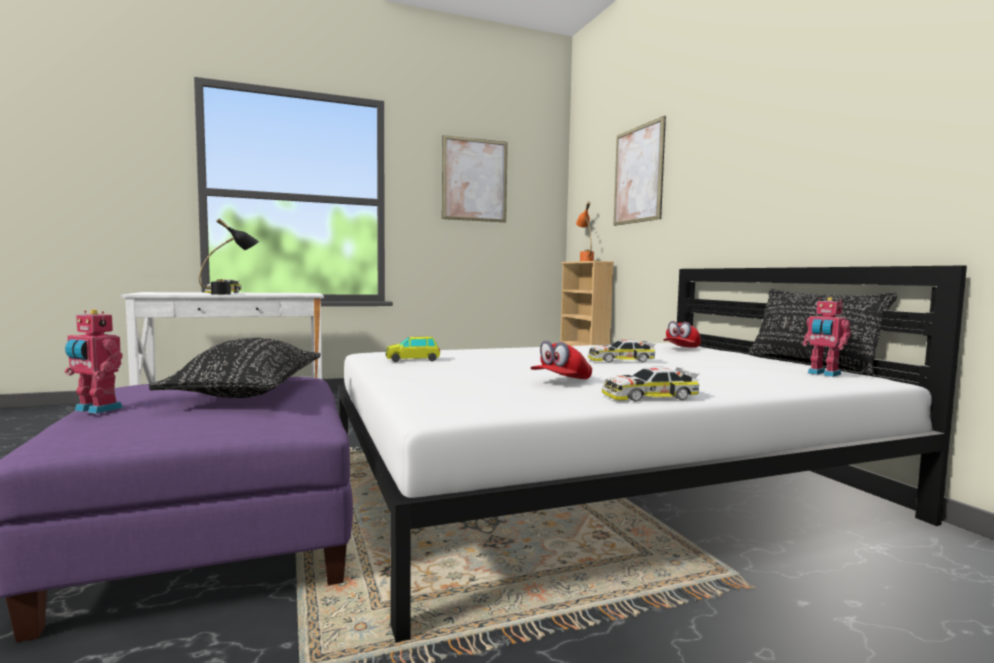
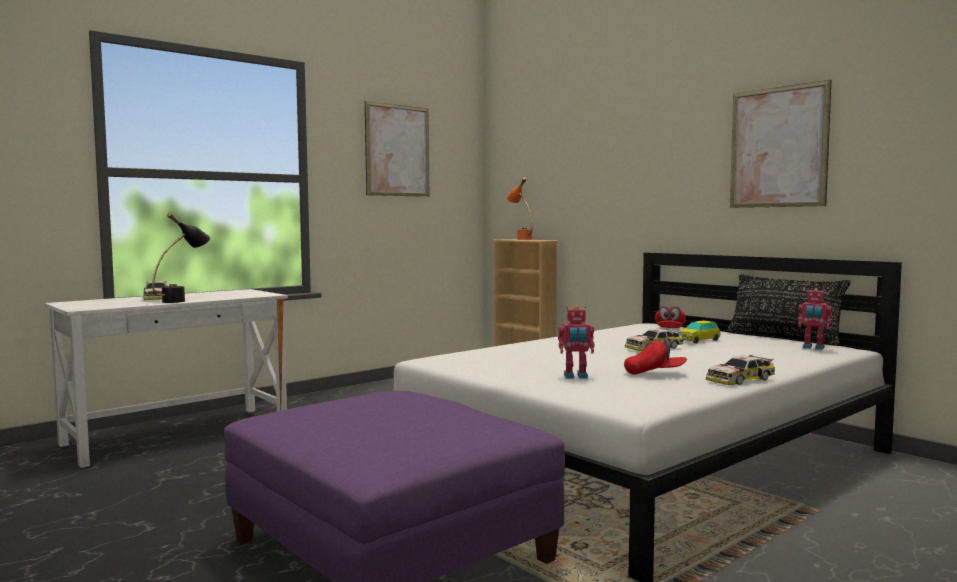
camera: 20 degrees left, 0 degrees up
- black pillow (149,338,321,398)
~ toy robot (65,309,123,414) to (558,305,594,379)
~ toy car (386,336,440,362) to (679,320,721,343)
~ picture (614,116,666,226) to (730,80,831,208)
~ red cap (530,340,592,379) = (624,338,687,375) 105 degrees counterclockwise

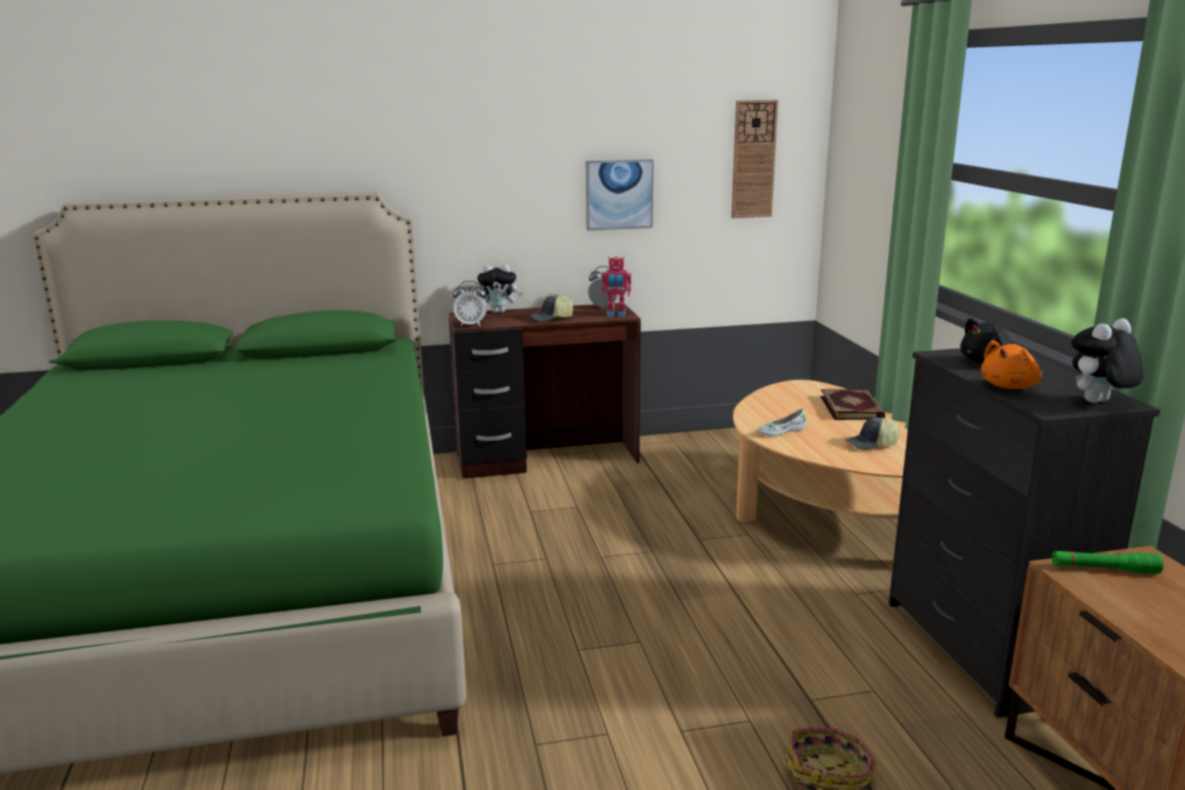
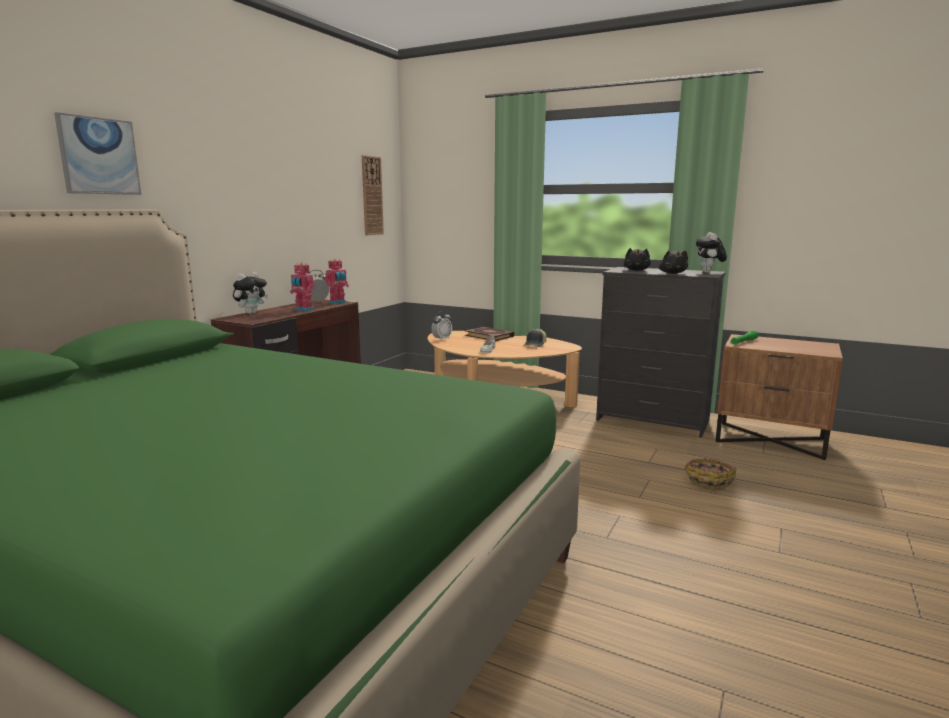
camera: 50 degrees left, 5 degrees down
~ alarm clock (453,281,487,326) to (431,311,452,341)
~ picture (586,159,654,231) to (54,112,141,195)
~ cap (529,294,574,322) to toy robot (290,262,315,311)
~ orange plush toy (981,340,1042,389) to black plush toy (659,250,688,274)

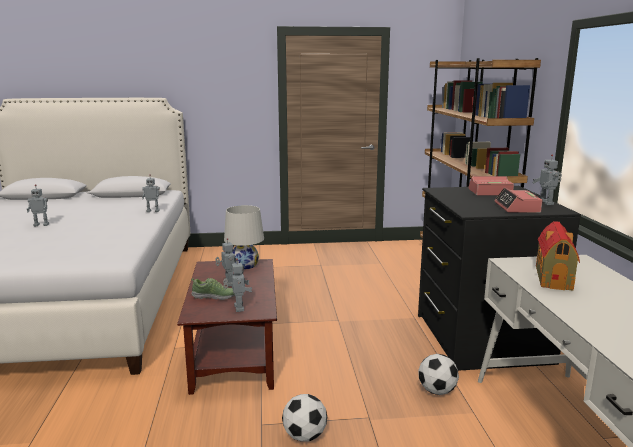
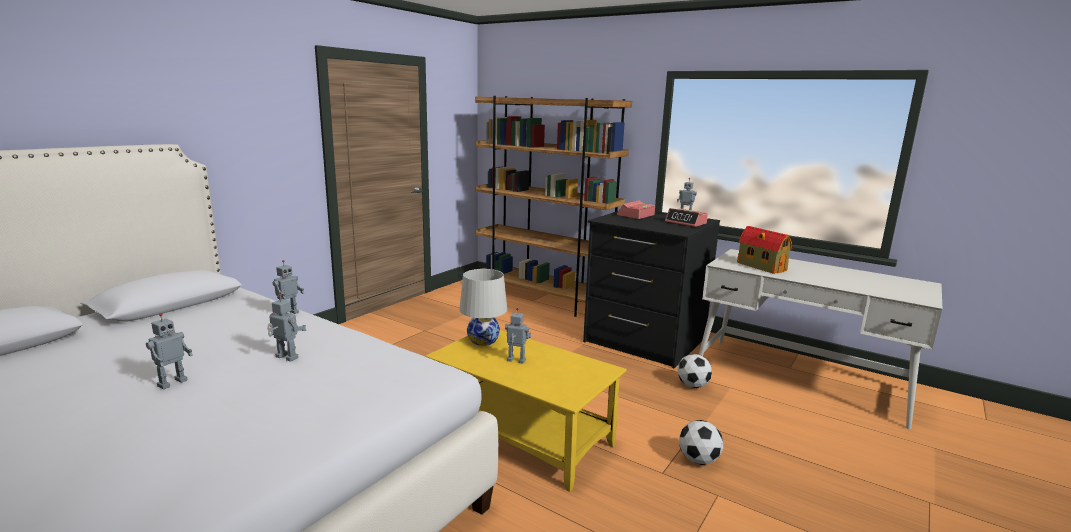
camera: 50 degrees left, 0 degrees up
- shoe (191,278,235,300)
~ toy robot (223,258,252,312) to (267,294,306,362)
~ brown coffee table (177,259,277,395) to yellow coffee table (425,330,627,492)

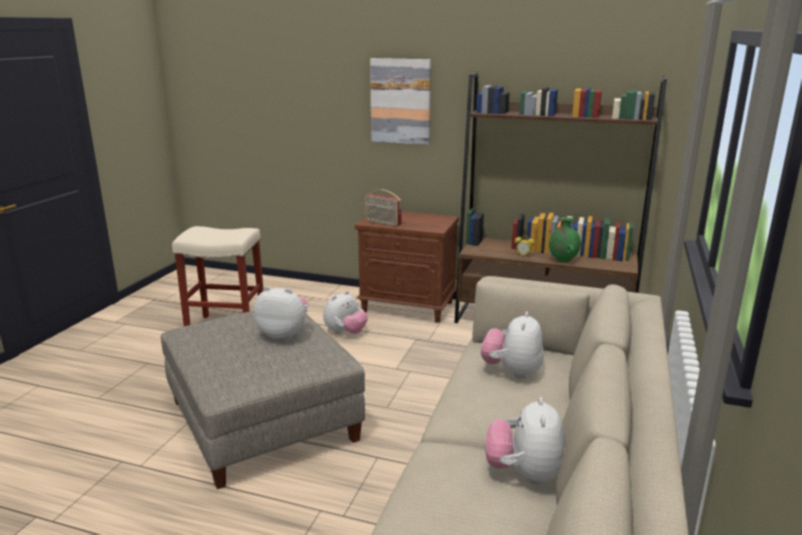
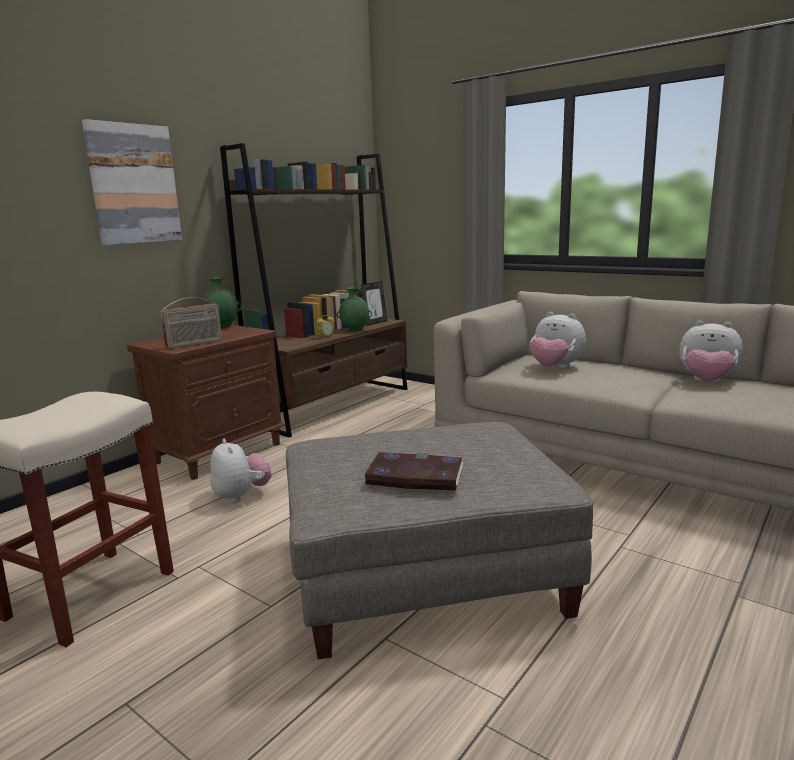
camera: 70 degrees left, 5 degrees down
- plush toy (254,286,308,341)
+ green vase (202,277,242,328)
+ picture frame (361,281,387,326)
+ book (363,452,464,490)

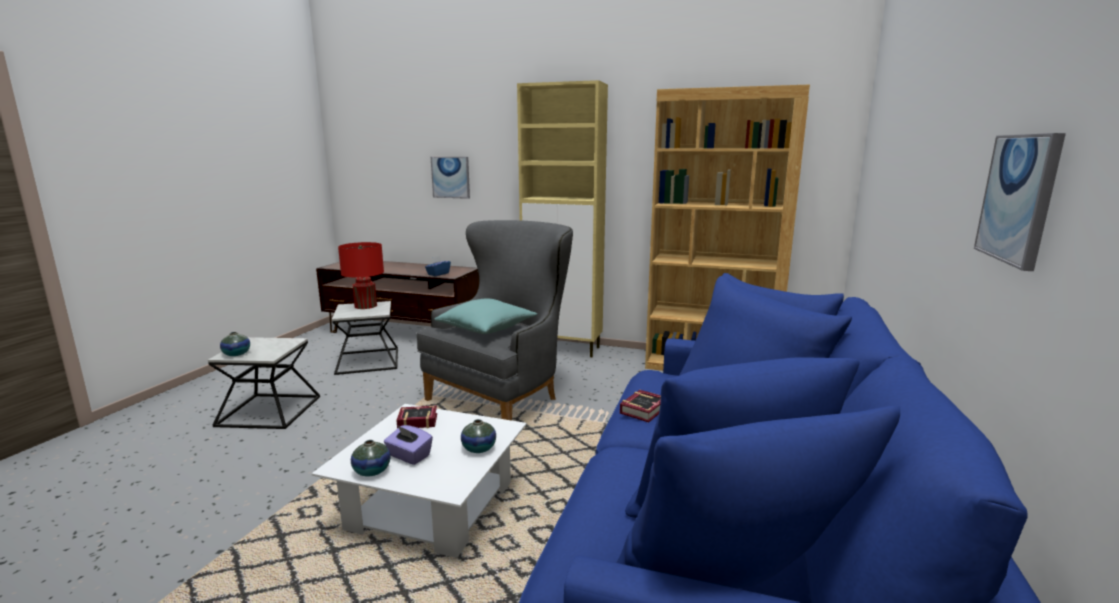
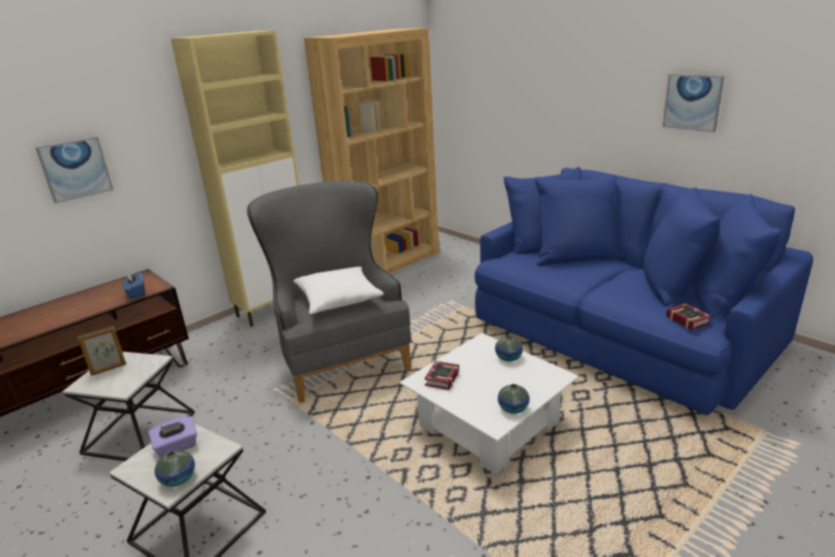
camera: 60 degrees left, 10 degrees up
~ purple tissue box (384,425,433,465) to (148,416,197,457)
~ book (620,390,661,422) to (666,303,712,330)
~ red table lamp (338,242,384,309) to picture frame (78,326,126,376)
~ turquoise pillow (434,298,537,334) to white pillow (293,267,384,314)

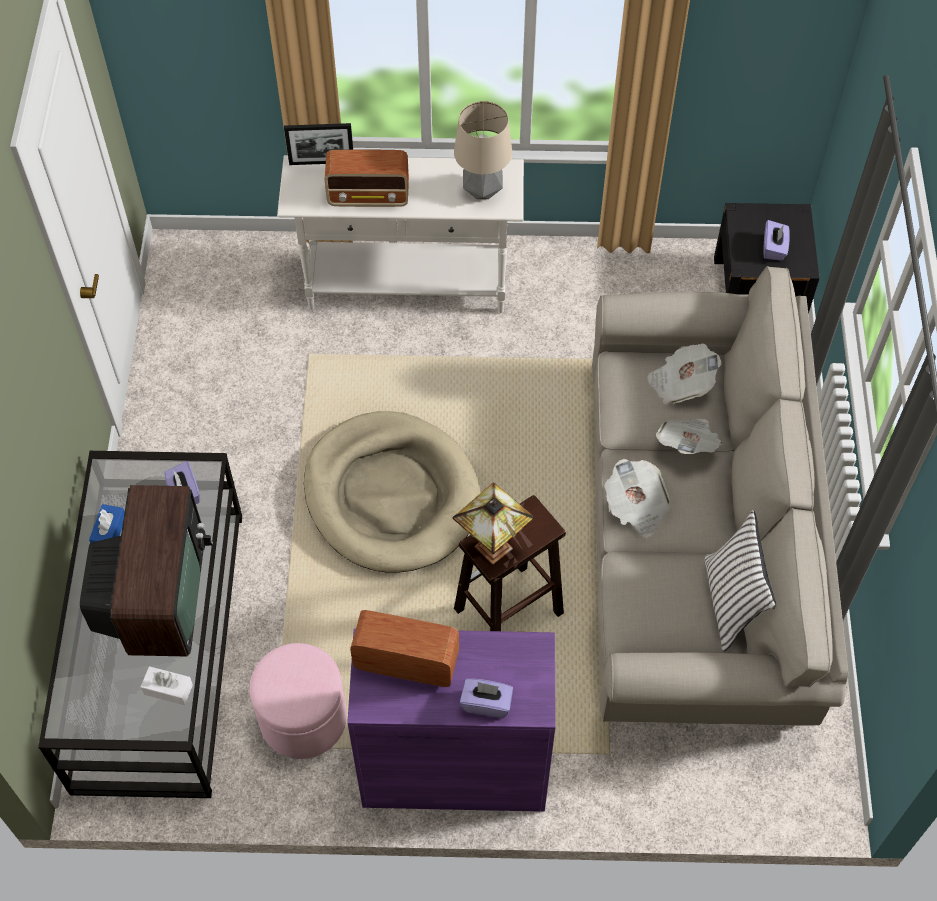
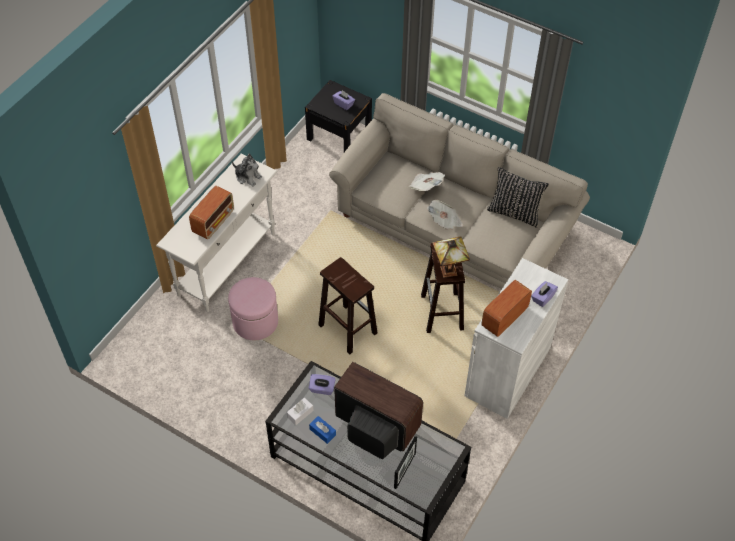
camera: 60 degrees left, 5 degrees down
- newspaper (647,344,722,404)
~ white tissue box (141,666,193,705) to (287,398,313,425)
~ pink ottoman (249,643,347,759) to (228,277,278,340)
~ picture frame (284,123,353,165) to (394,436,417,489)
~ beige dog bed (304,411,481,573) to brown stool (318,257,378,354)
~ table lamp (454,101,512,199) to plush toy (232,154,262,187)
~ purple cabinet (347,628,556,812) to white cabinet (465,258,568,419)
~ white pillow (704,510,776,652) to black pillow (487,167,549,228)

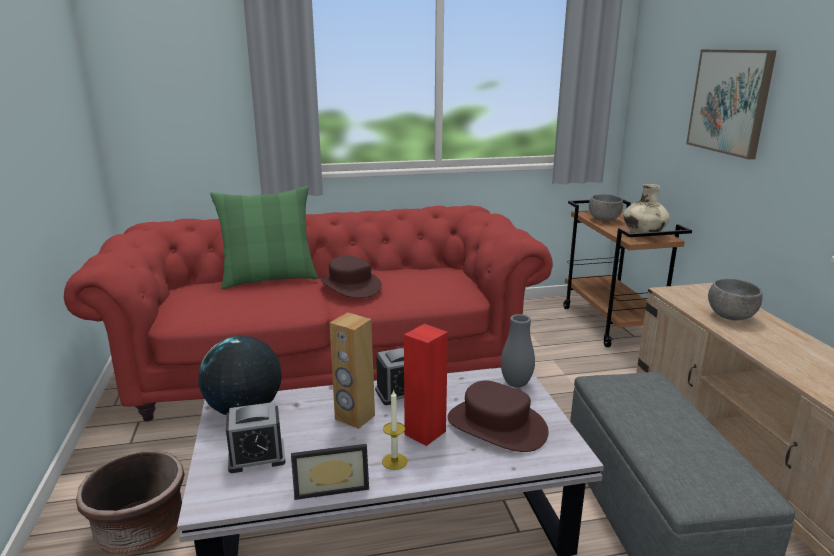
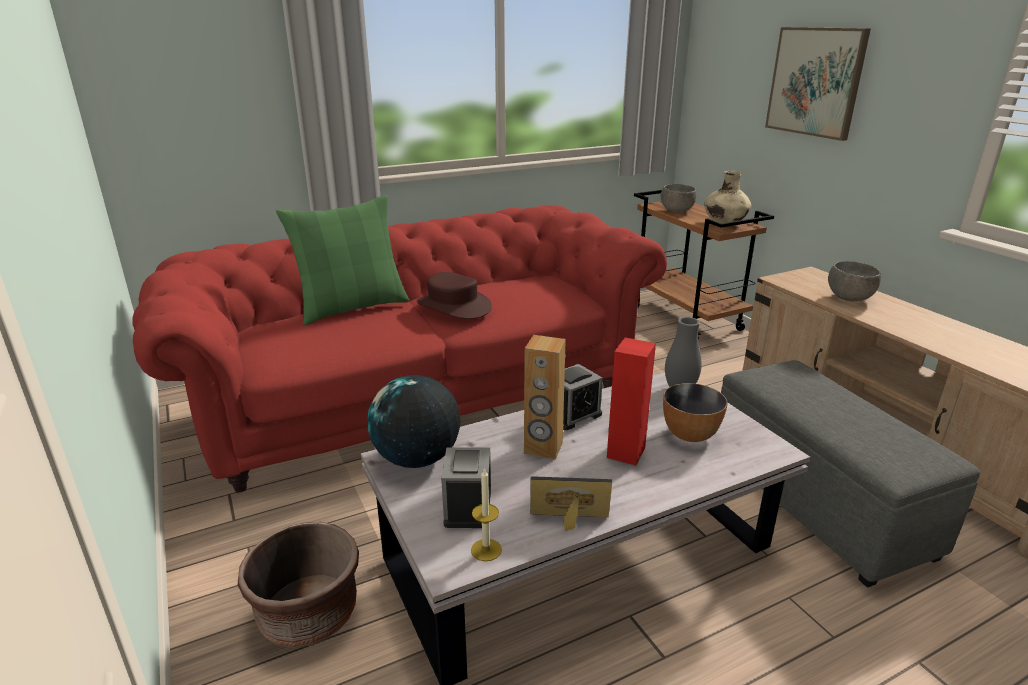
camera: 15 degrees left, 5 degrees up
~ candle (382,390,408,470) to (471,468,502,561)
~ brown hat (447,380,549,452) to bowl (663,383,727,442)
~ alarm clock (226,402,286,473) = (441,447,491,528) 120 degrees clockwise
~ picture frame (291,444,369,500) = (530,476,612,531) 150 degrees counterclockwise

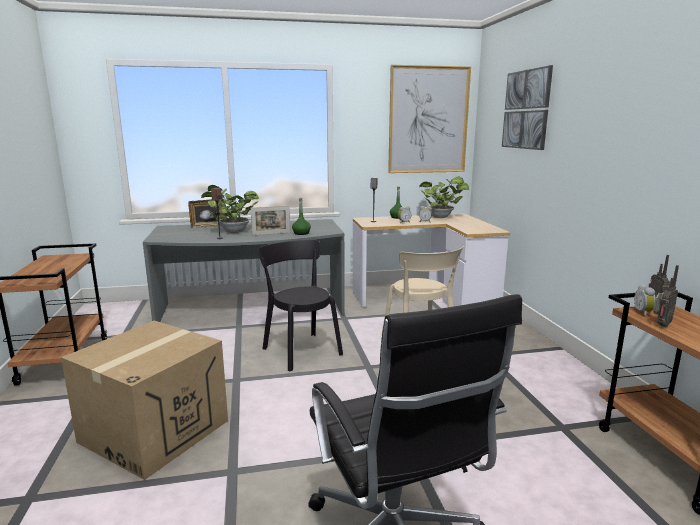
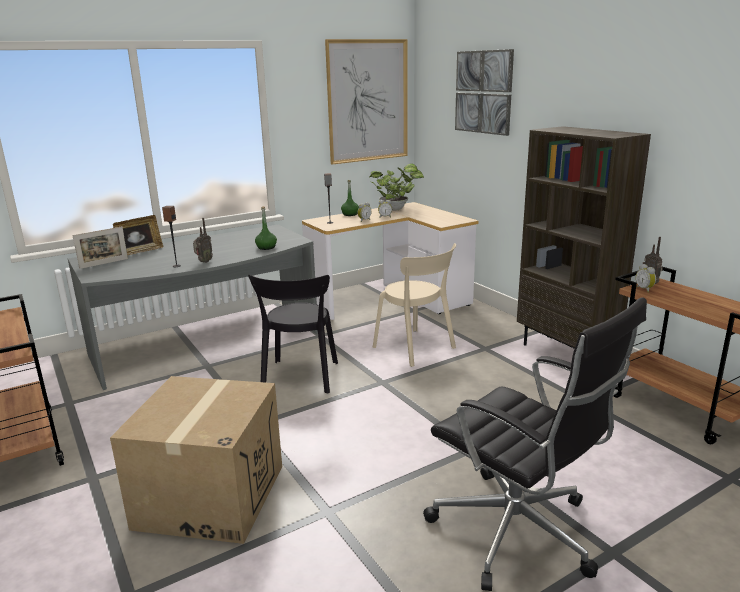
camera: 20 degrees left, 5 degrees up
- potted plant (201,185,259,233)
+ brown bookcase (517,126,651,349)
~ picture frame (251,206,290,235) to (72,227,128,269)
~ radio (653,265,679,327) to (193,218,213,263)
~ black chair (258,240,343,371) = (248,274,338,393) 120 degrees counterclockwise

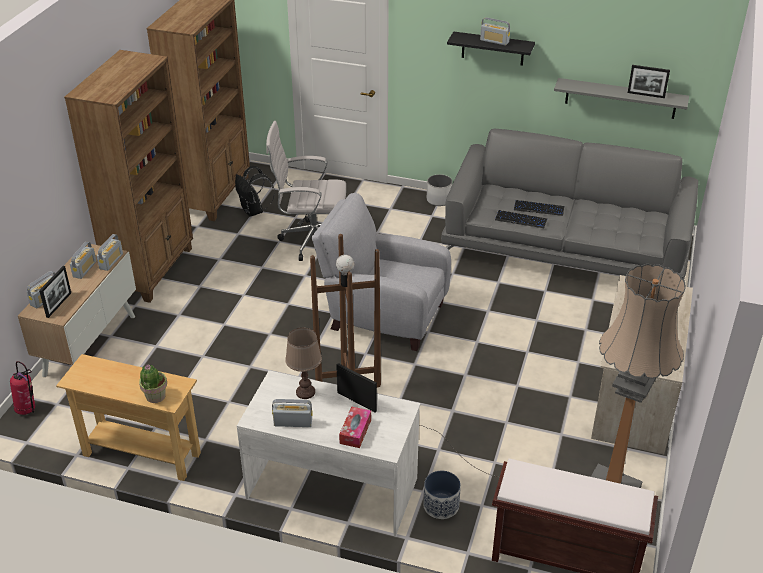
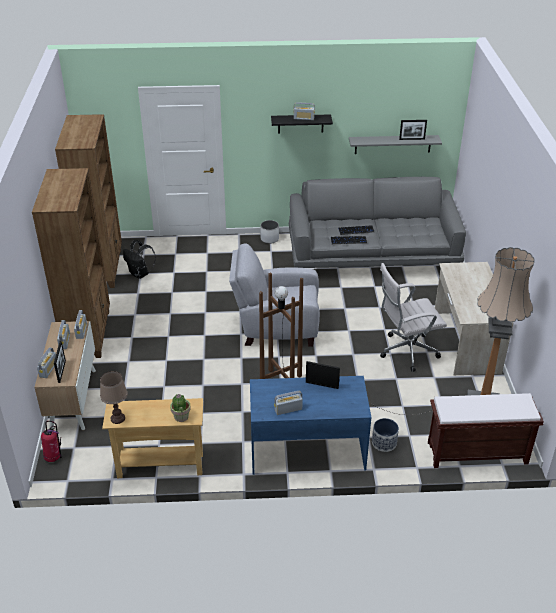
camera: 20 degrees left, 0 degrees up
- tissue box (339,406,371,448)
~ white office chair (266,121,346,261) to (380,263,447,372)
~ brown table lamp (285,328,322,399) to (100,371,128,424)
~ white desk (237,370,421,536) to blue desk (250,376,372,475)

